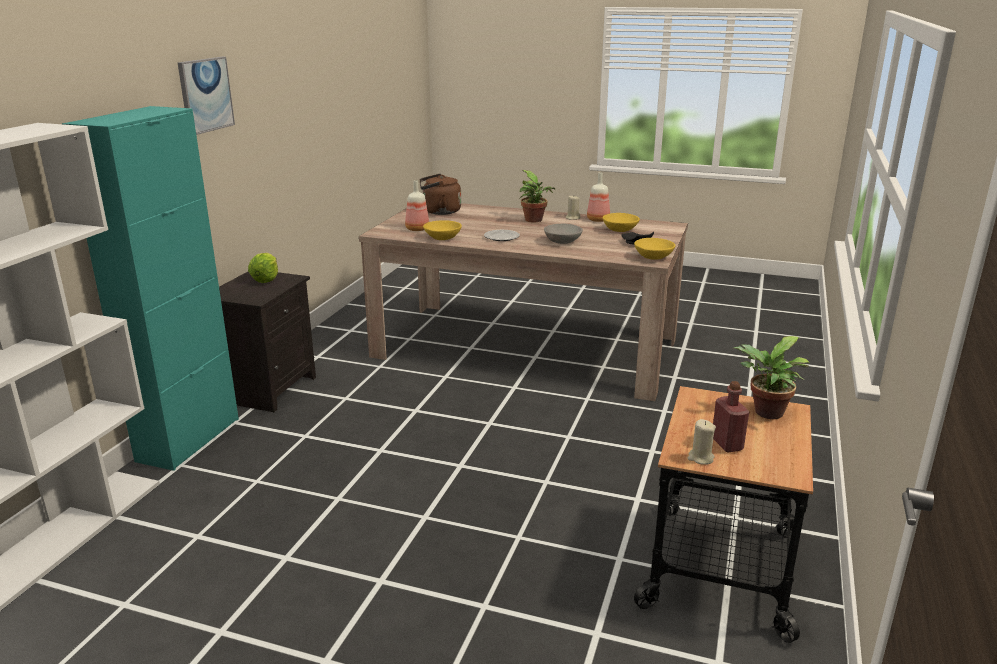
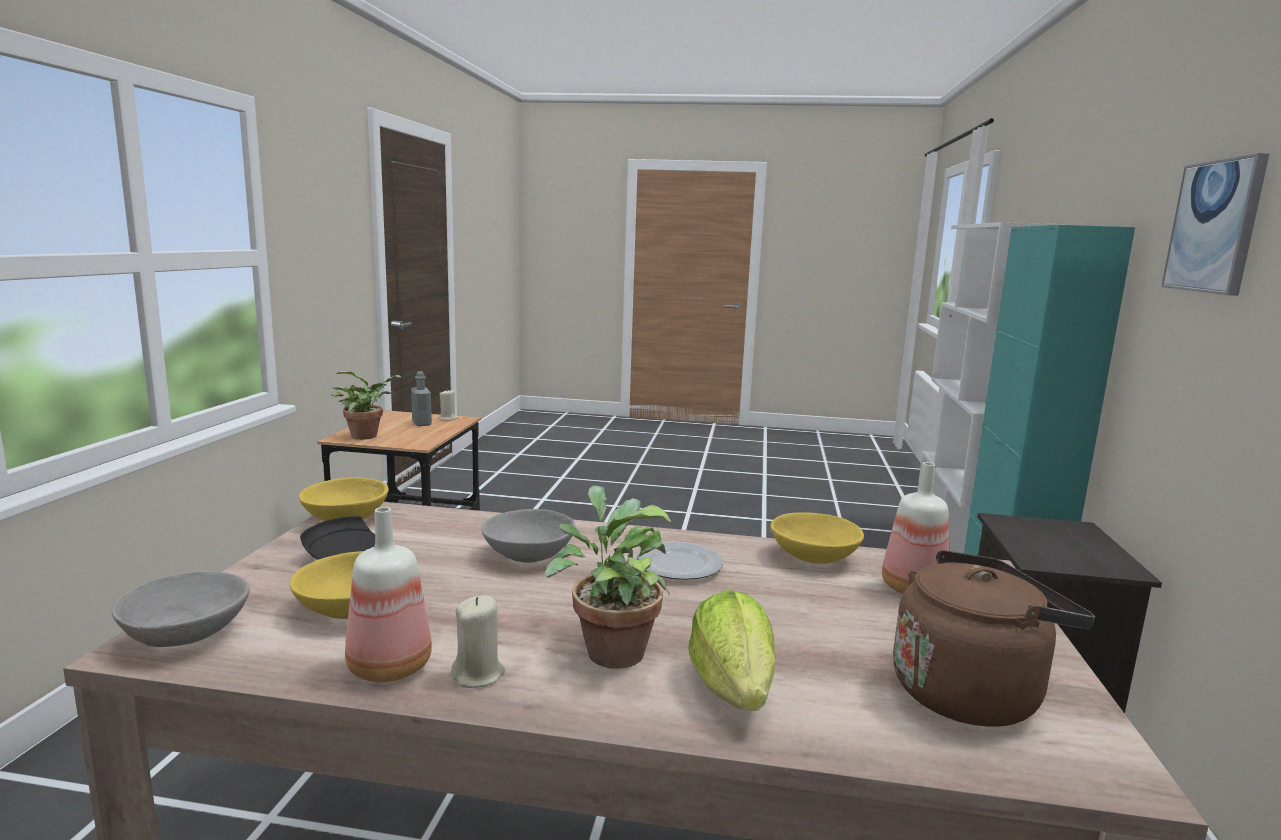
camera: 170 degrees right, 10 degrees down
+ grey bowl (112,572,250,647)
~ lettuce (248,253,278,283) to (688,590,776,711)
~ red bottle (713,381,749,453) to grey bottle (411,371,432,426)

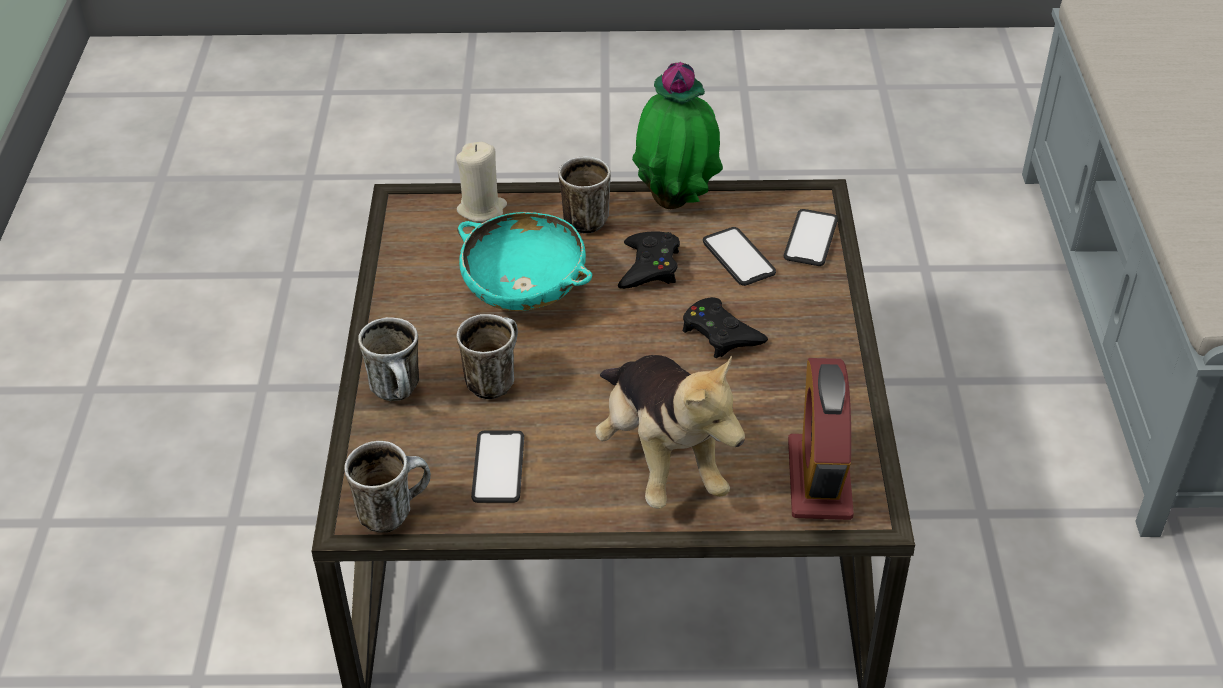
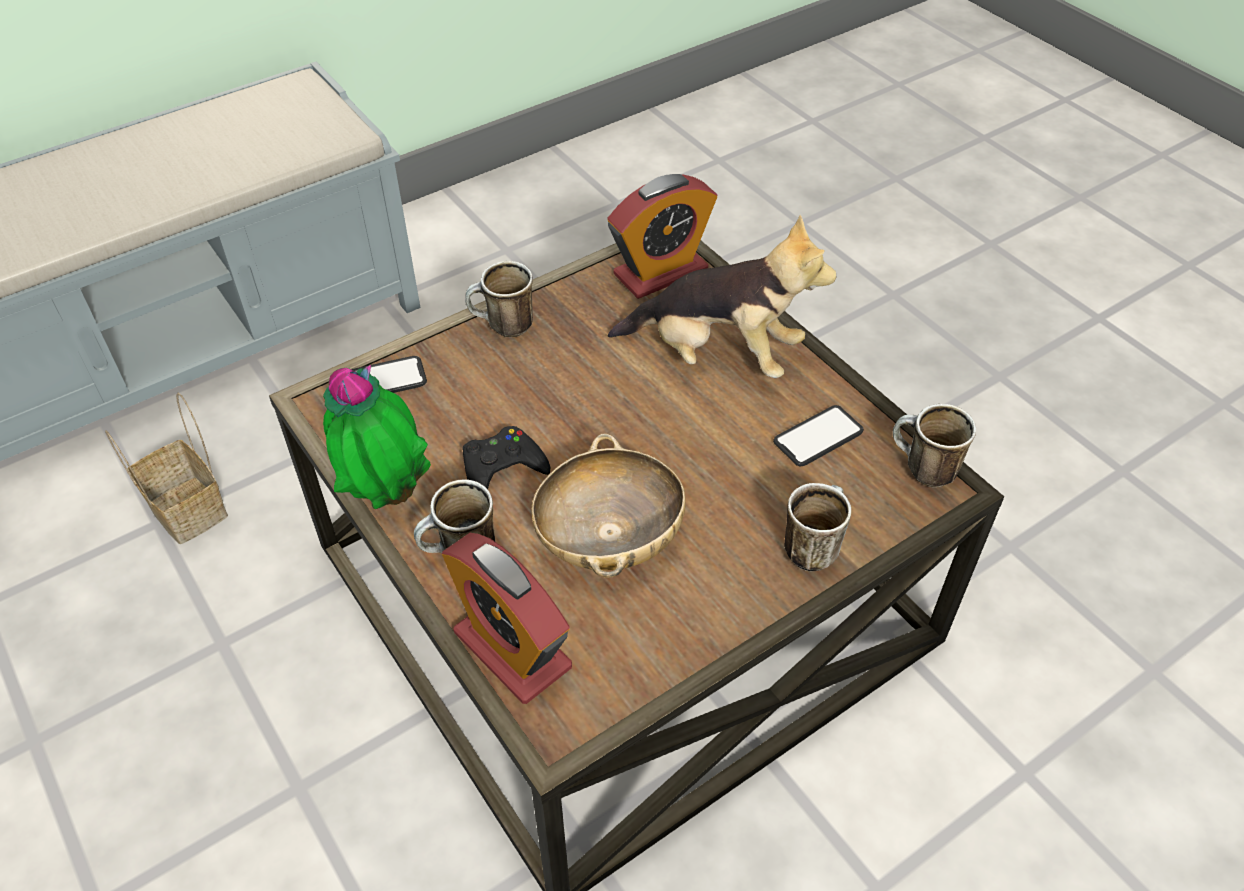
camera: 125 degrees left, 5 degrees up
- black game controller (683,297,768,358)
- phone (703,227,776,286)
+ basket (105,392,228,544)
~ mug (456,314,518,399) to (465,261,533,337)
~ beige candle (456,142,507,222) to alarm clock (442,533,572,704)
~ turquoise bowl (457,212,593,311) to beige bowl (531,434,686,578)
~ plush toy (595,355,745,509) = (608,215,837,378) 75 degrees clockwise

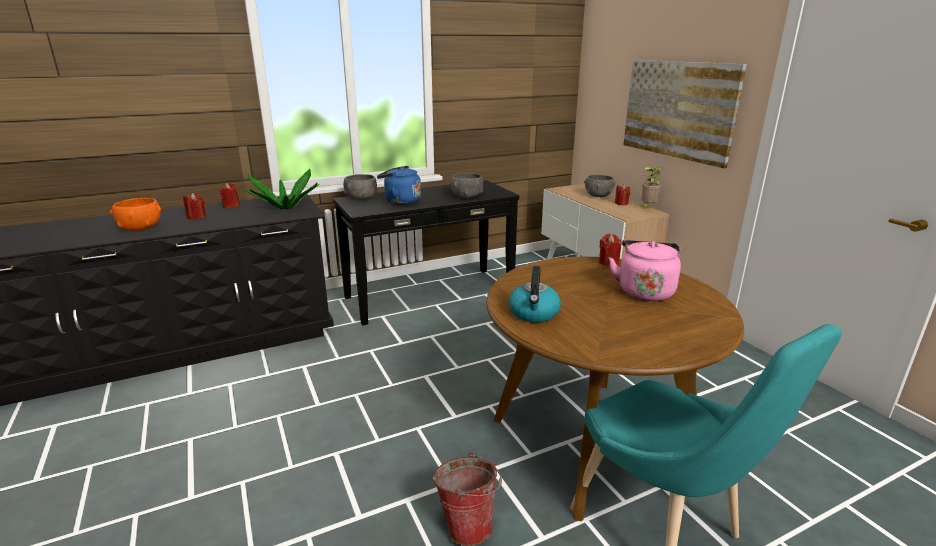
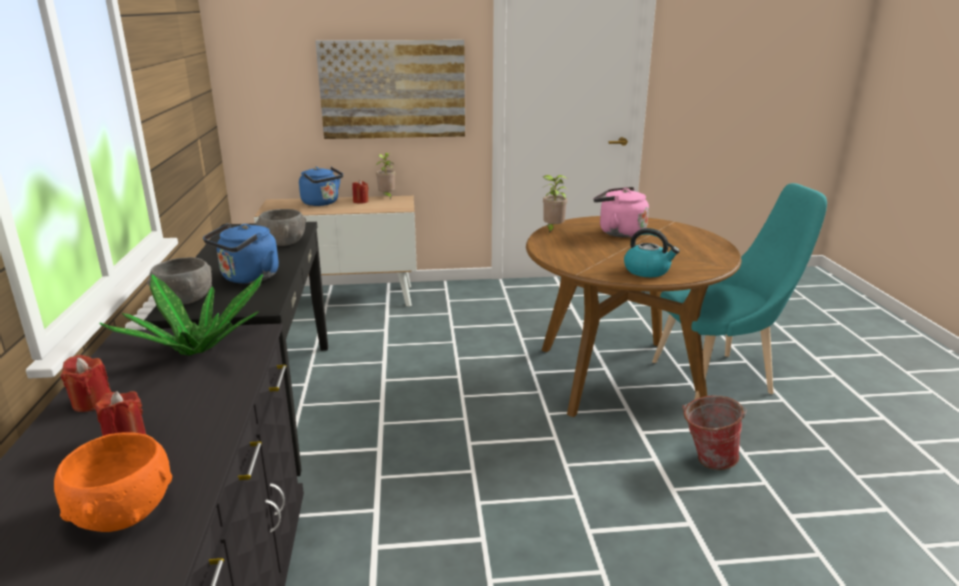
camera: 70 degrees left, 0 degrees up
~ grey bowl (584,175,616,197) to blue kettle (299,167,343,206)
~ red candle (599,234,622,266) to potted plant (542,175,568,233)

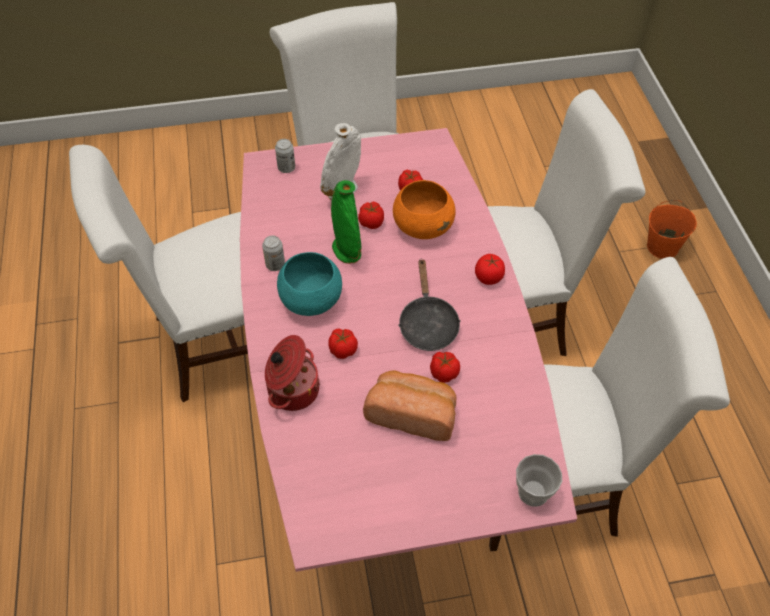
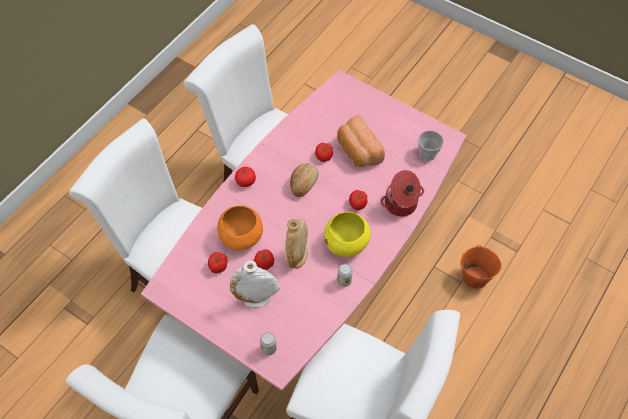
camera: 135 degrees left, 5 degrees up
~ cup (516,454,562,507) to (418,131,444,161)
~ orange bucket (647,200,697,259) to (460,245,502,289)
~ black frying pan (398,258,461,351) to bread (290,163,318,197)
~ turquoise bowl (277,252,342,316) to yellow bowl (324,212,371,257)
~ green vase (331,180,361,264) to beige vase (285,219,308,269)

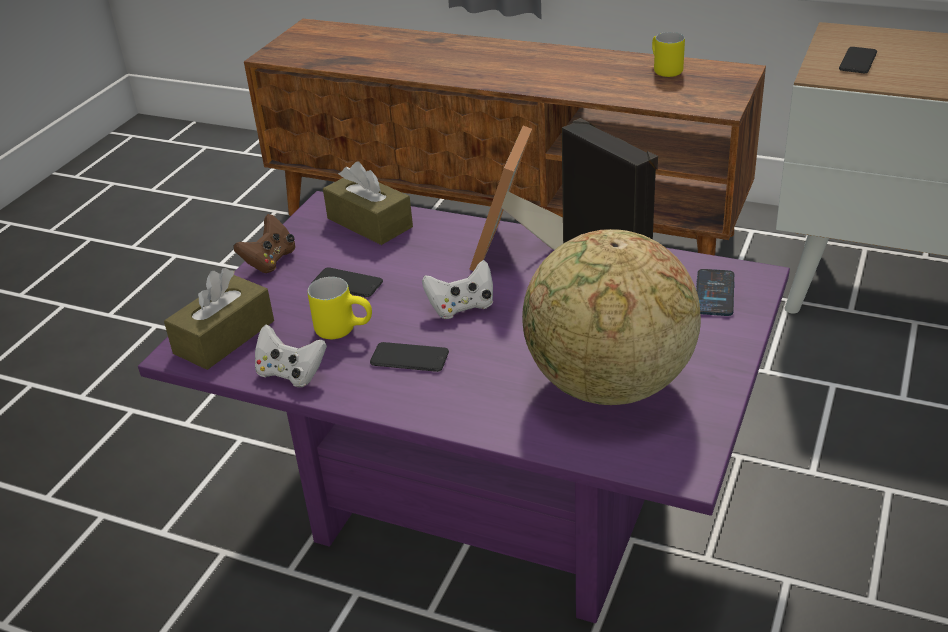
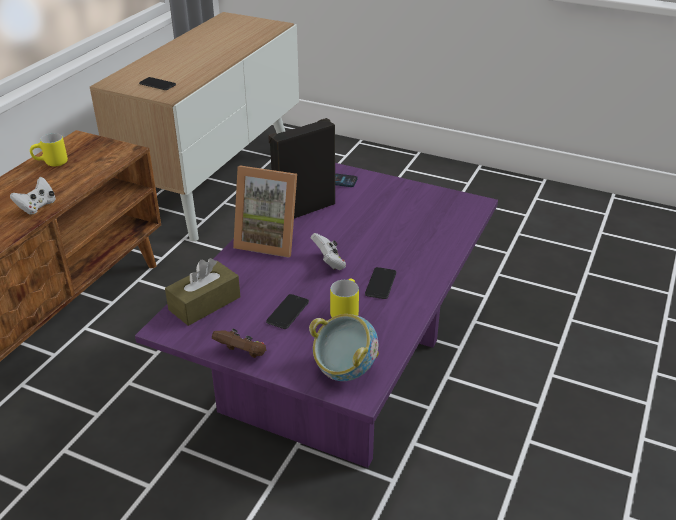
camera: 90 degrees left, 0 degrees up
- globe (522,229,701,405)
~ white game controller (255,325,327,387) to (10,177,56,215)
~ brown tissue box (164,268,274,370) to bowl (309,314,379,381)

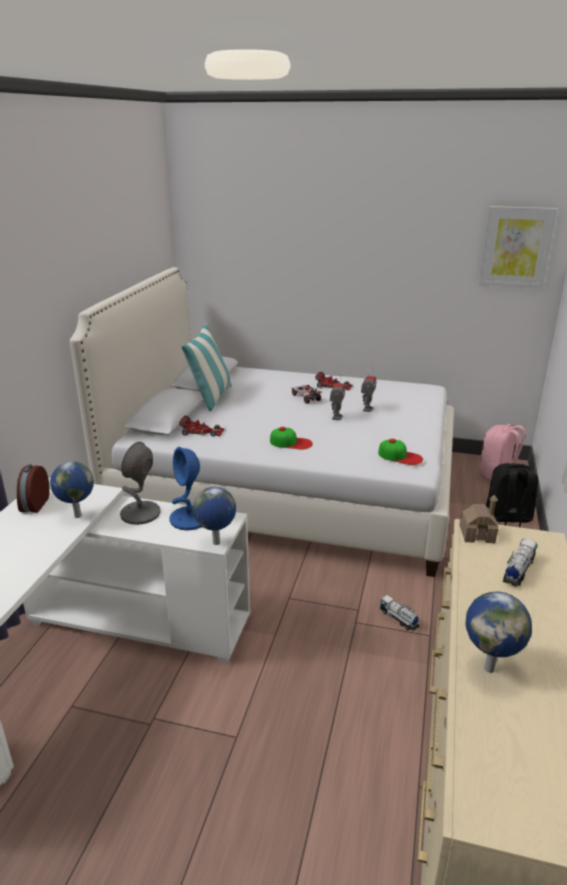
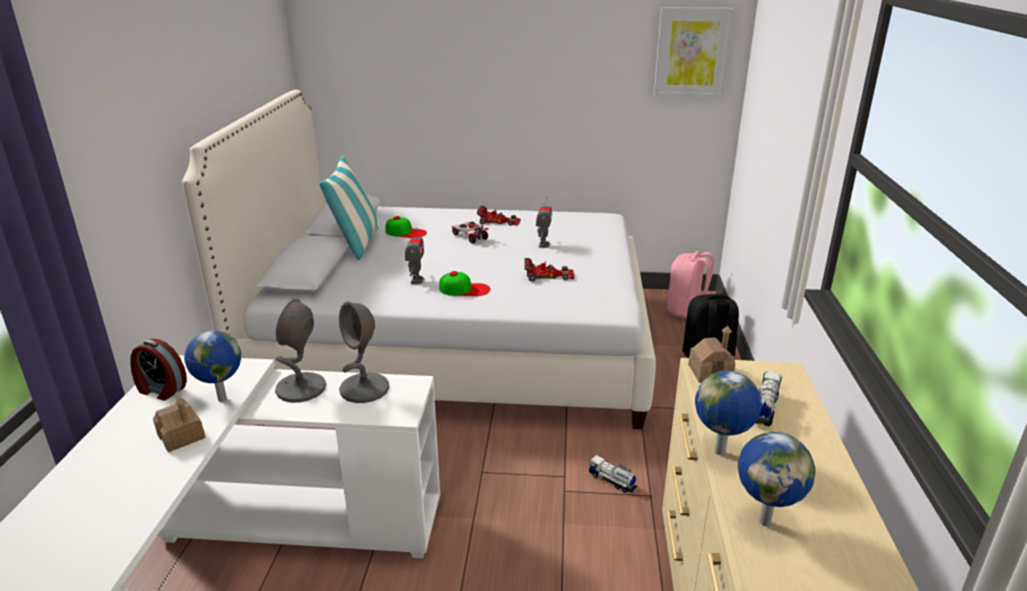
camera: 10 degrees left, 0 degrees up
+ toy house (153,397,206,452)
~ toy car (179,416,225,437) to (525,258,575,281)
~ globe (193,487,236,545) to (695,371,762,455)
~ toy robot (330,381,345,420) to (405,233,424,284)
~ cap (378,439,423,465) to (386,216,427,238)
~ blue table lamp (169,447,202,530) to grey table lamp (339,301,389,403)
~ alarm clock (17,464,50,513) = (130,339,187,401) 60 degrees counterclockwise

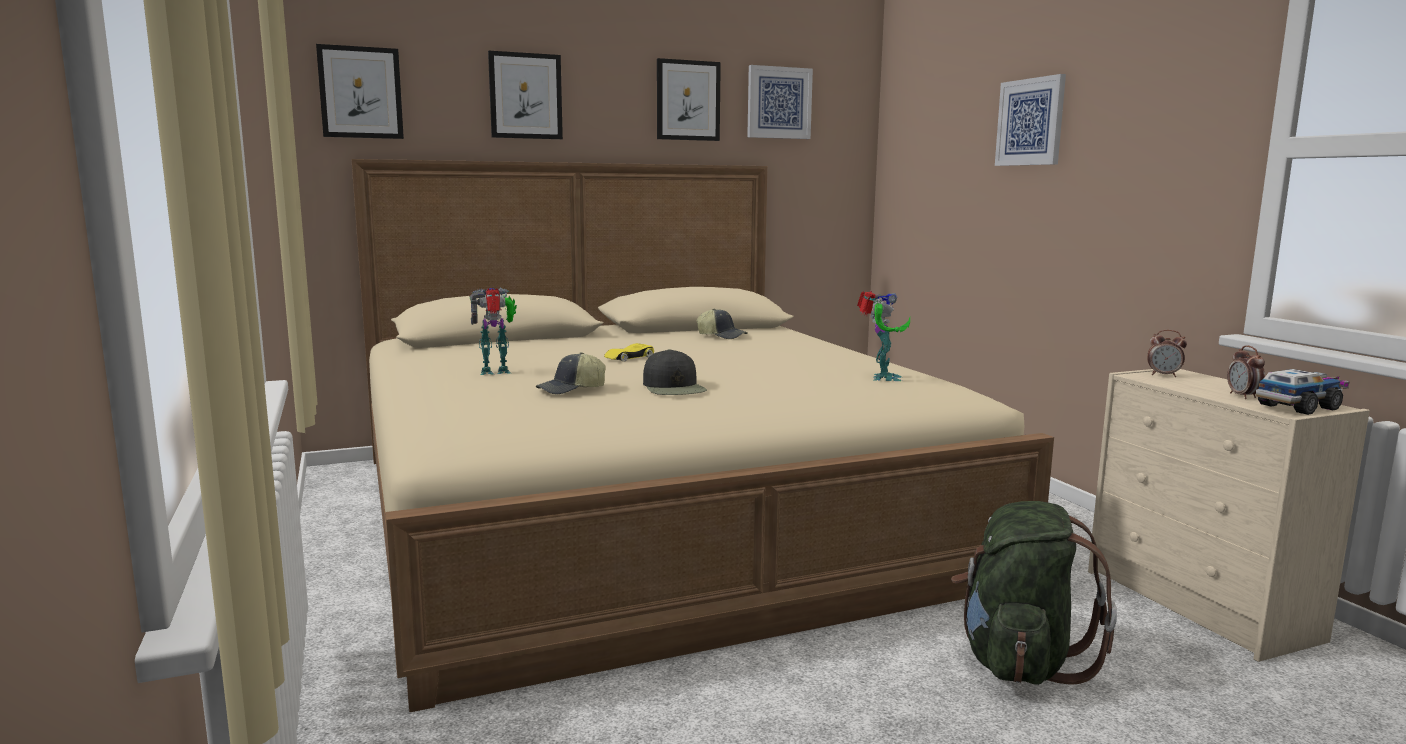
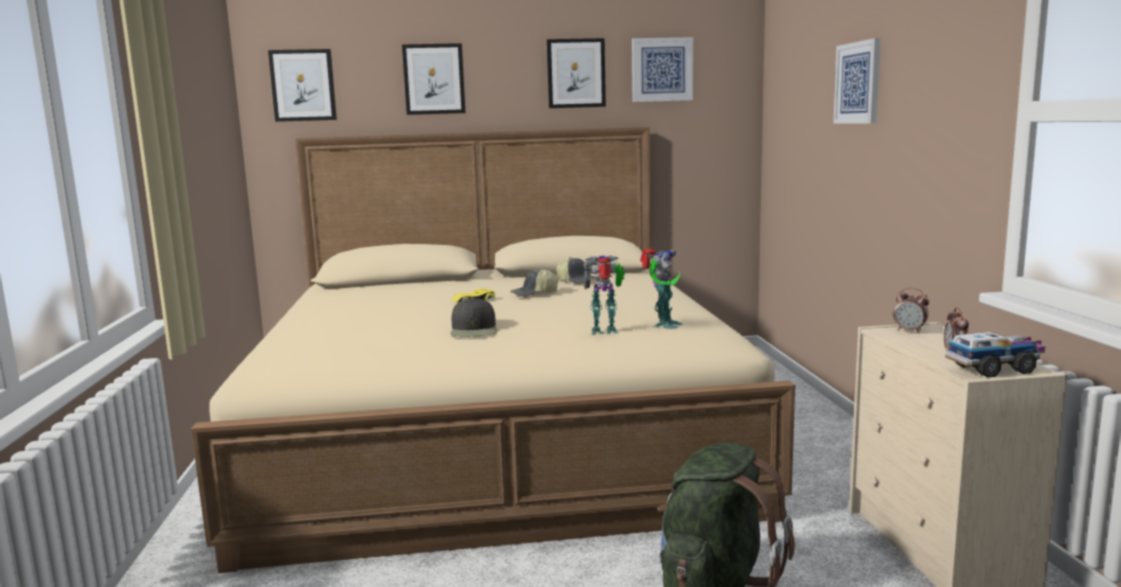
camera: 15 degrees right, 0 degrees up
~ toy robot (469,288,517,375) to (583,255,625,335)
~ cap (536,352,606,395) to (511,269,559,297)

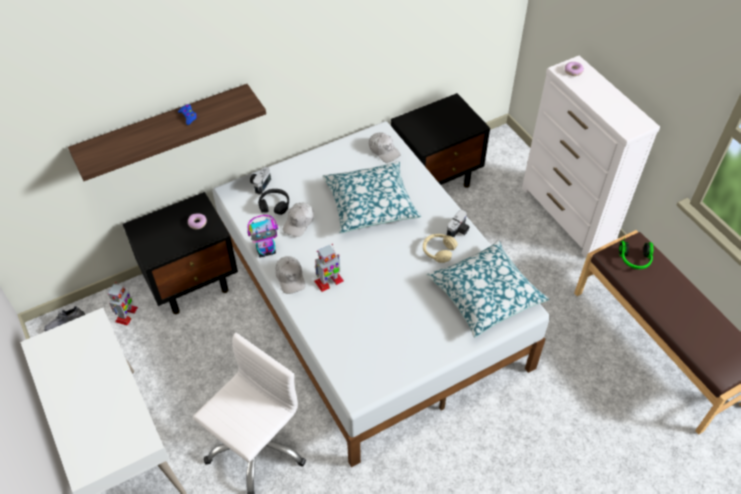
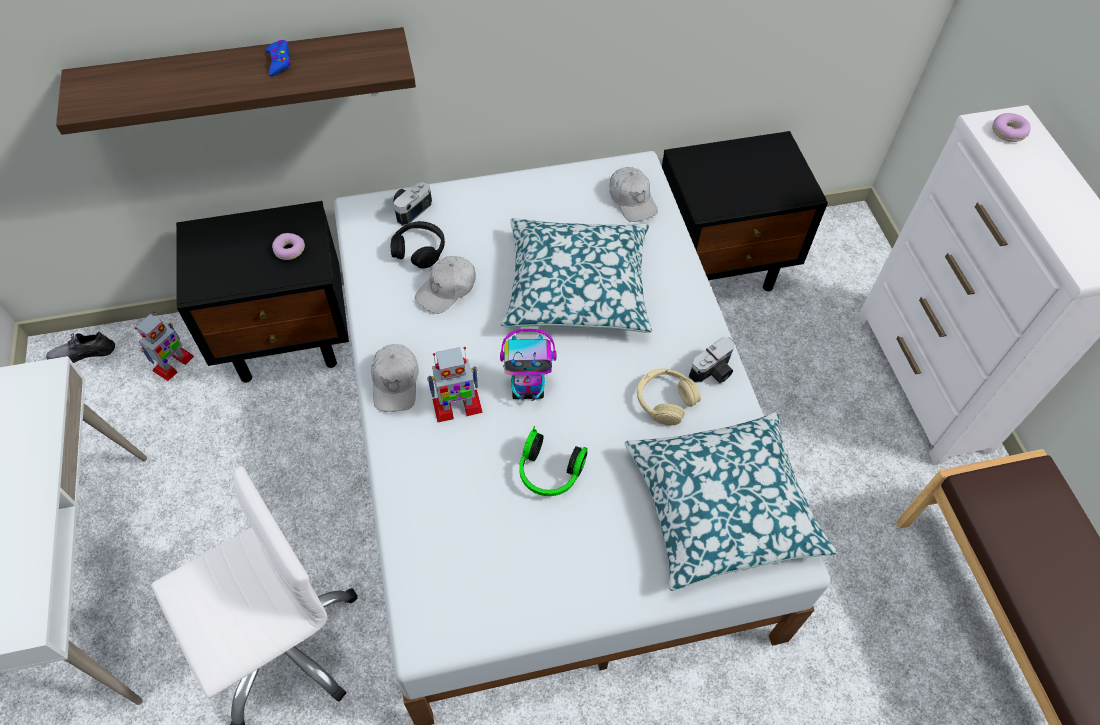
camera: 15 degrees right, 5 degrees up
~ toy robot (248,215,278,258) to (500,329,557,401)
~ headphones (619,238,653,269) to (519,426,588,496)

